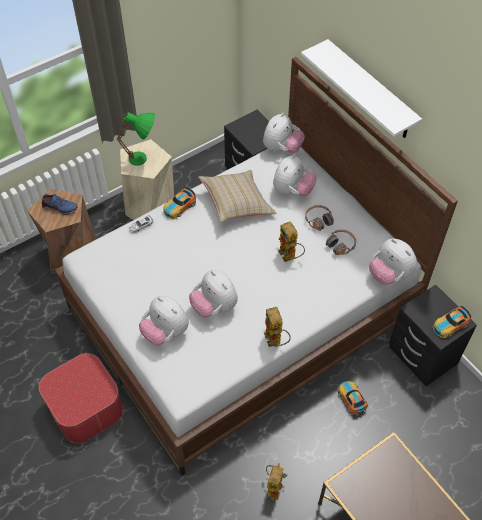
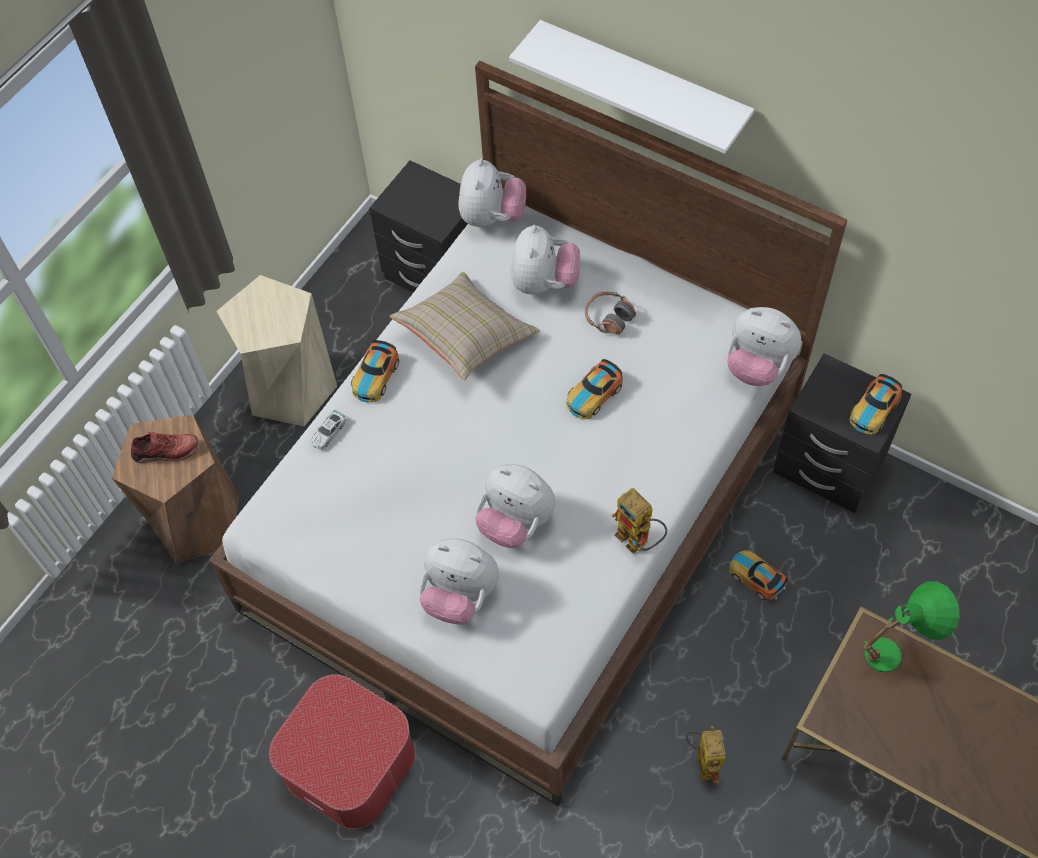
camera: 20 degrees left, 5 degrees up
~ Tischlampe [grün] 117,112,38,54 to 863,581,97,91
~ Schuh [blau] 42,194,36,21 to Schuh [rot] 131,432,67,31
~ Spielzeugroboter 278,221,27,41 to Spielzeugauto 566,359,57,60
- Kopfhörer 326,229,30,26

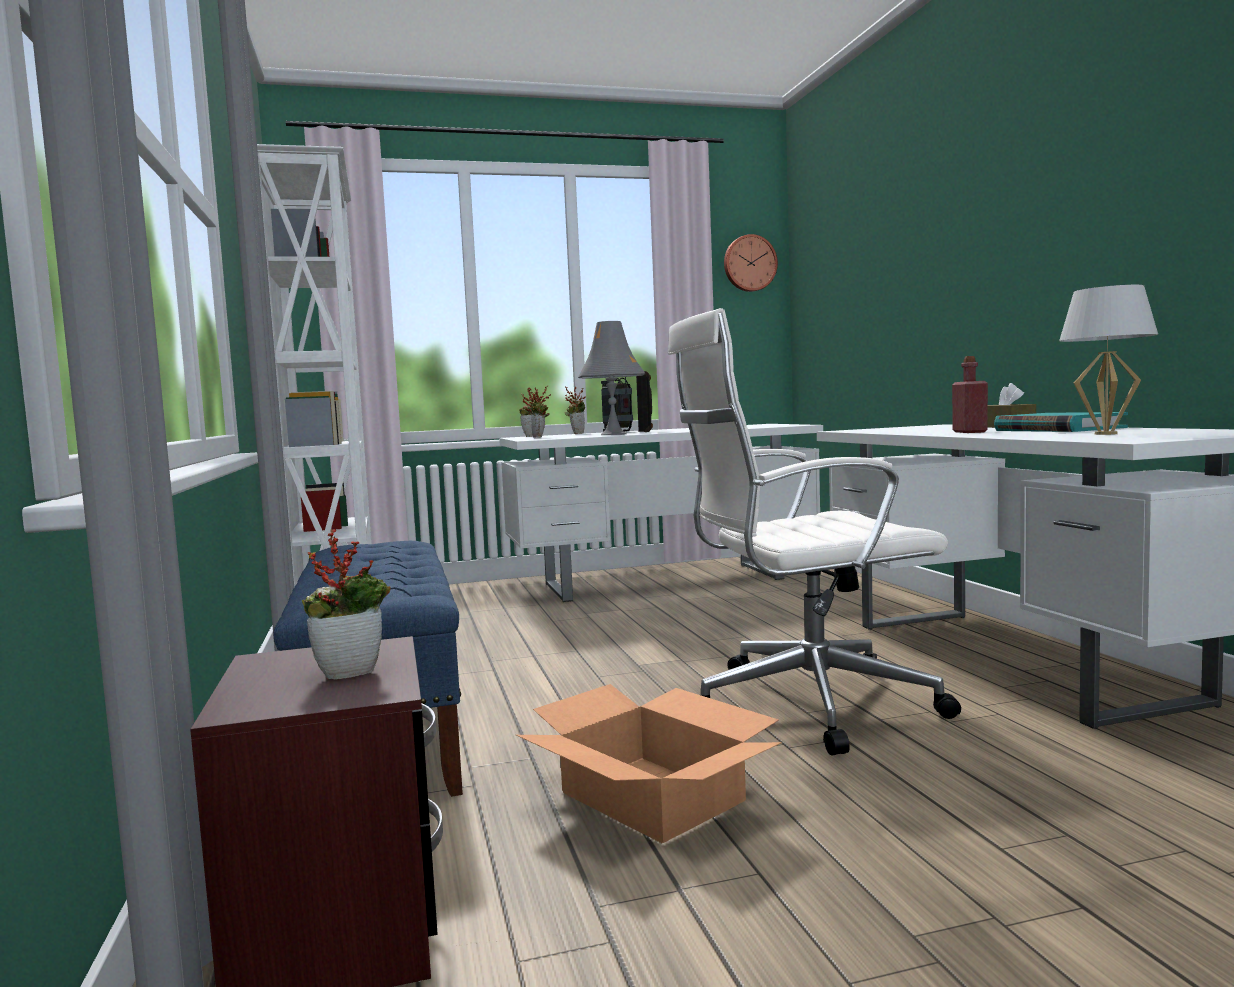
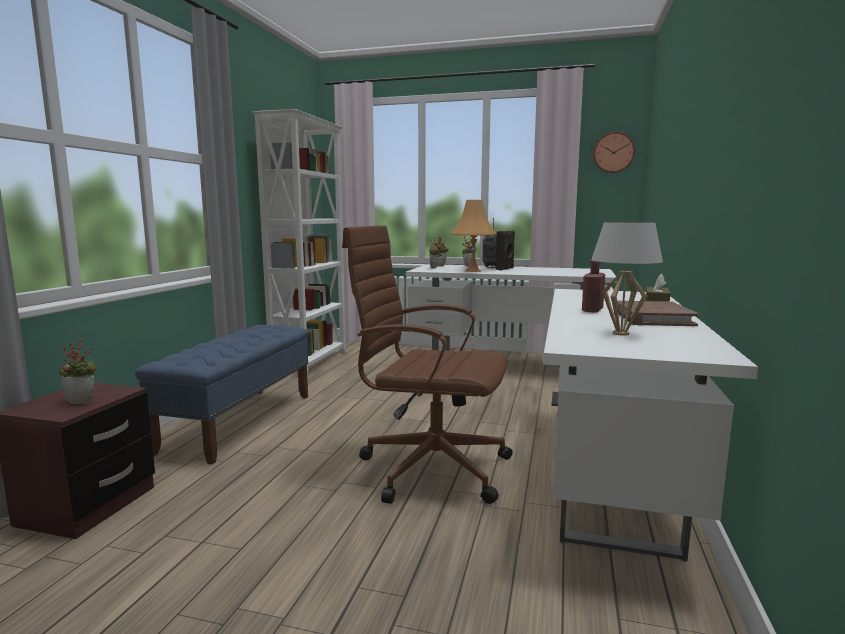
camera: 30 degrees right, 5 degrees up
~ Bürostuhl [weiß] 668,308,293,448 to Bürostuhl [braun] 342,225,171,279
~ Tischlampe [grau] 578,321,67,114 to Tischlampe [orange] 451,200,45,72
~ Buch [türkis] 994,412,134,20 to Buch [braun] 617,301,82,25
- Karton 516,684,266,160

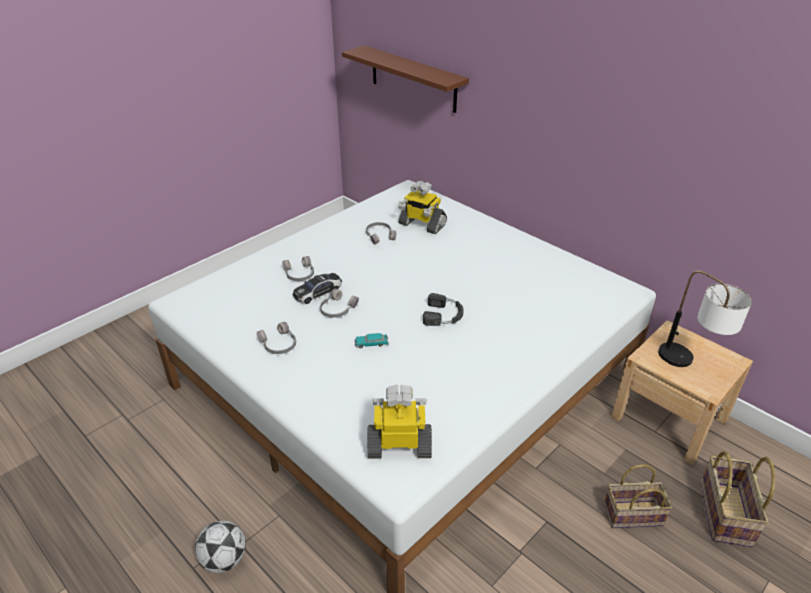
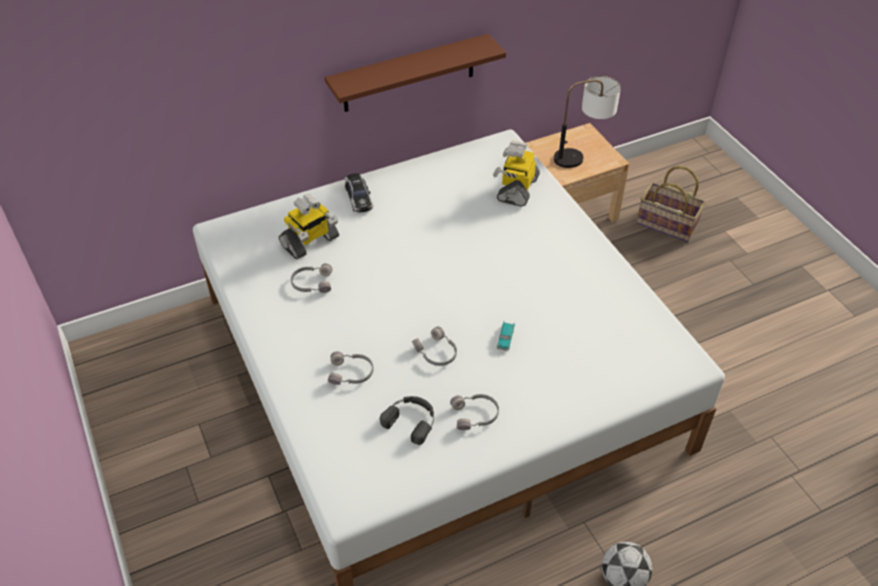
camera: 70 degrees left, 10 degrees up
~ Wandregal [braun] 342,46,127,67 to 325,34,181,78
~ Spielzeugauto 293,273,49,31 to 345,173,28,40
~ Kopfhörer [schwarz] 423,293,41,33 to 380,396,54,49
~ Spielzeugroboter 368,384,64,75 to 493,140,47,67
- Korb 604,464,68,64

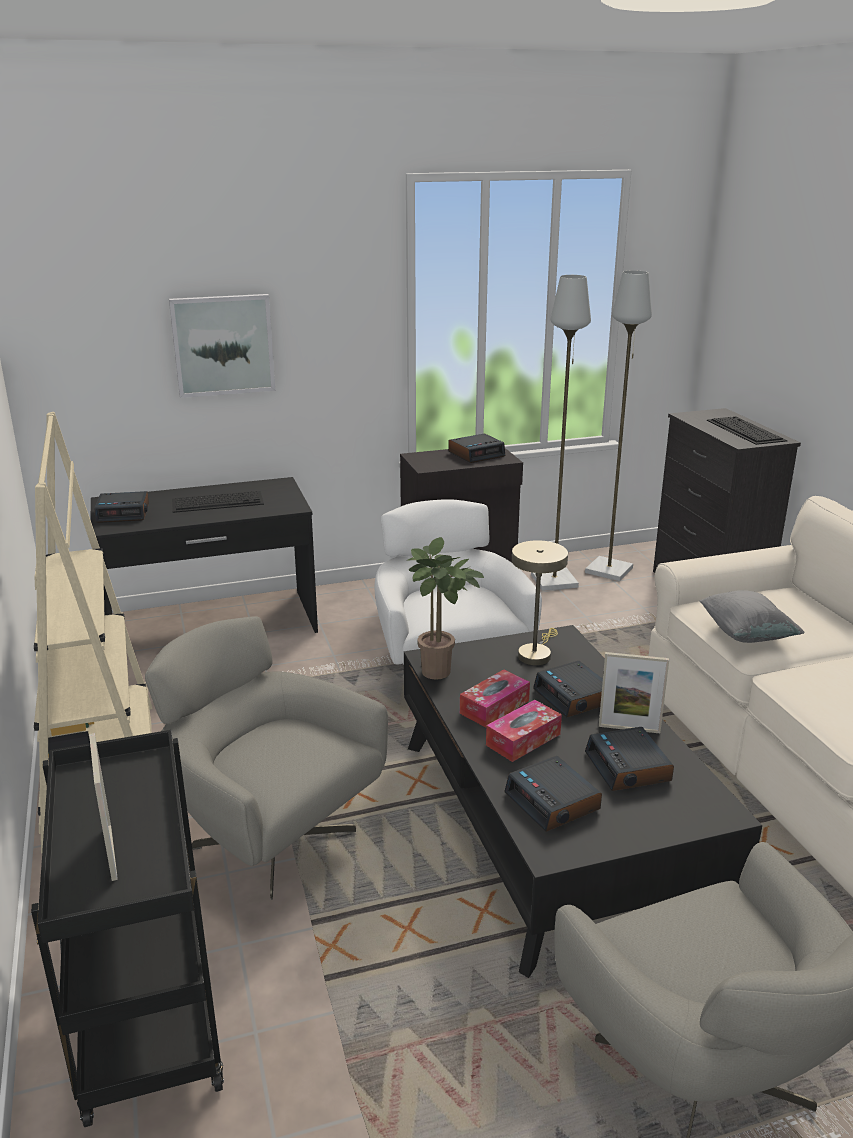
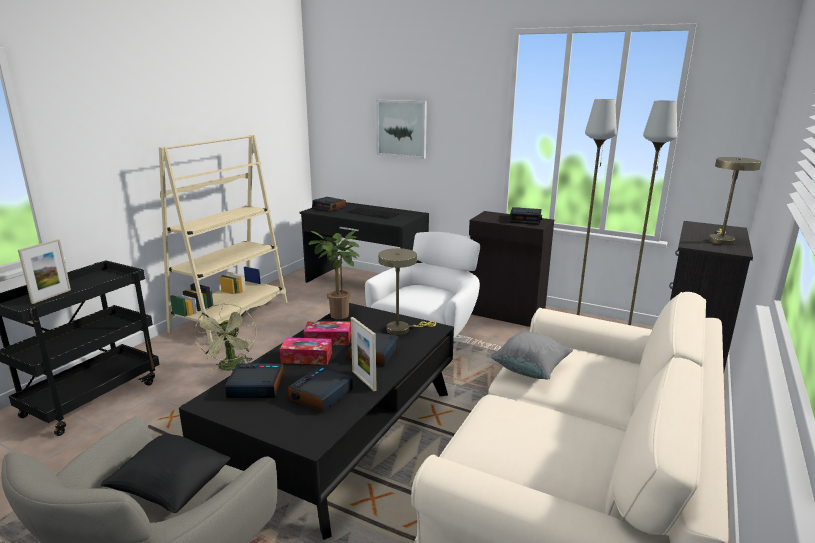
camera: 45 degrees right, 5 degrees down
~ Tastatur 707,416,80,29 to Tischlampe [beige] 709,157,52,88
~ Sessel [grau] 145,616,243,284 to Ventilator [grün] 194,303,63,68
~ Wecker 504,756,98,76 = 225,364,59,34 75 degrees clockwise
+ Kissen [schwarz] 101,434,129,79

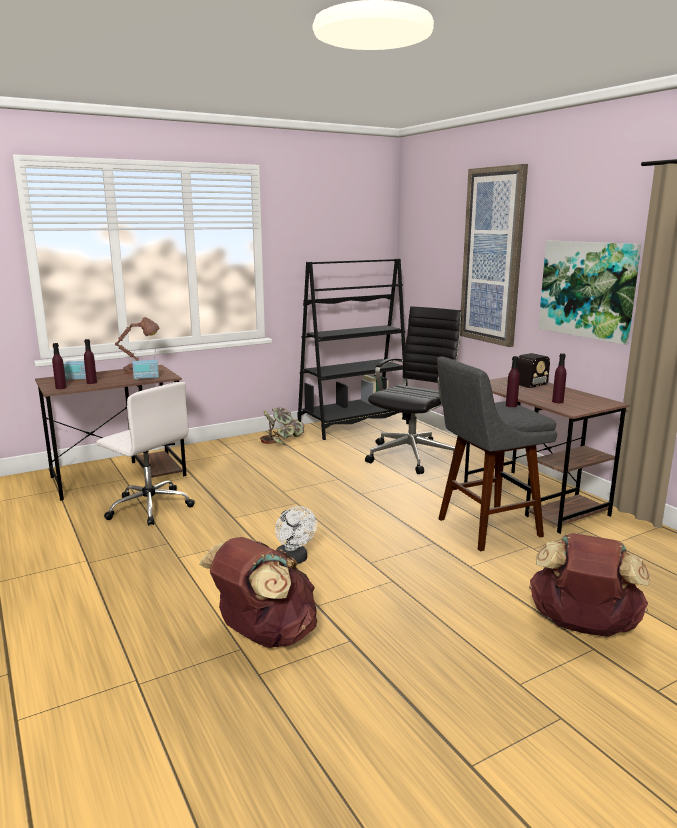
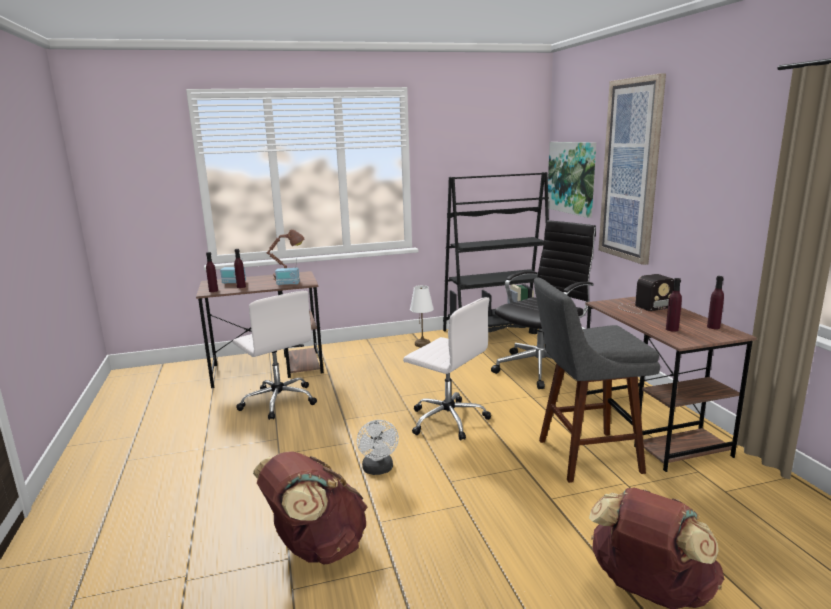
camera: 15 degrees right, 0 degrees up
~ Bild 538,241,103,104 to 548,142,48,76
~ Flasche [lila] 506,356,14,51 to 707,276,17,53
~ Topfpflanze 260,407,44,39 to Tischlampe [weiß] 410,285,24,62
+ Bürostuhl [weiß] 403,297,88,144

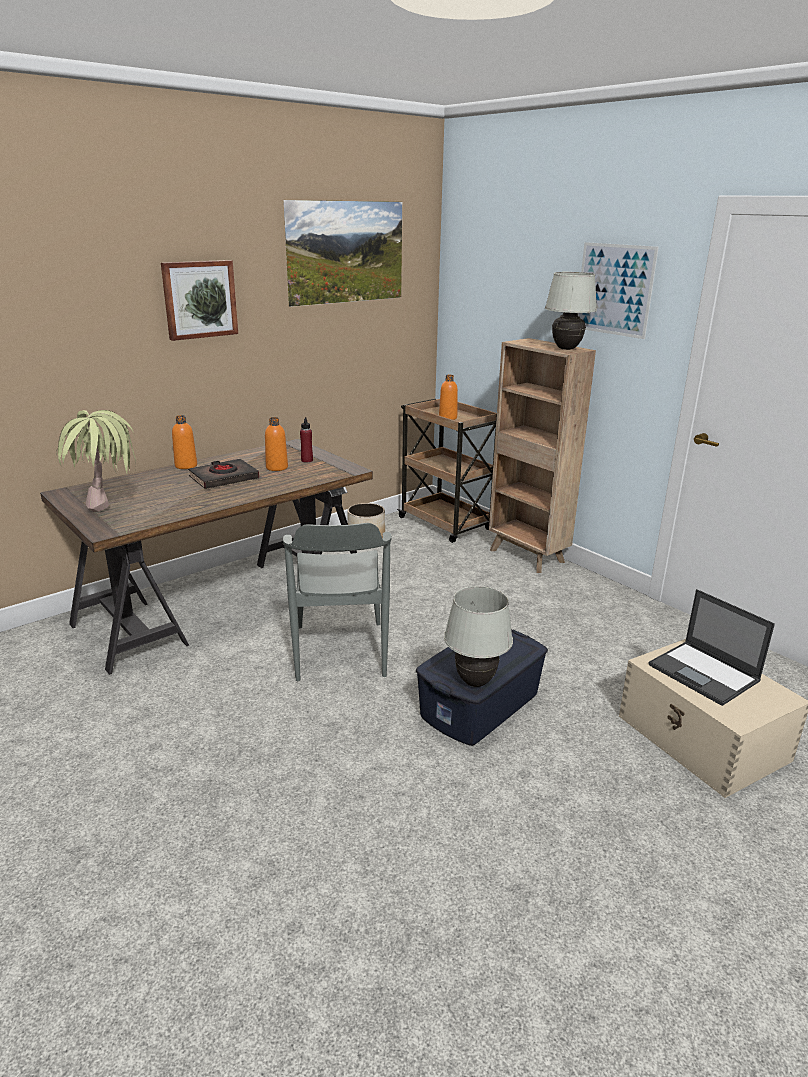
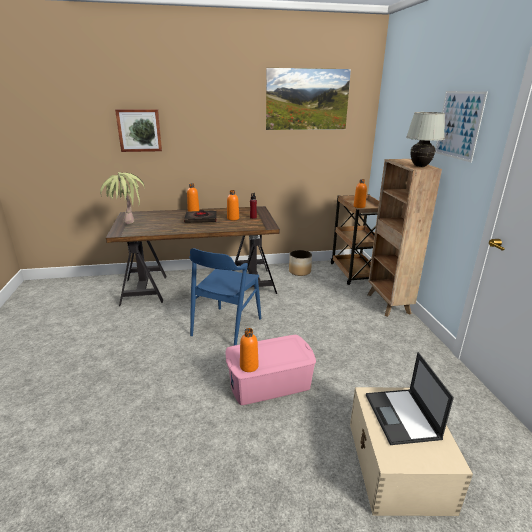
camera: 30 degrees right, 0 degrees up
~ Bild 161,260,77,81 to 115,109,47,43
~ Stuhl [grau] 283,523,109,158 to Stuhl [blau] 189,248,72,98
~ Tischlampe [weiß] 444,586,69,101 to Flasche [orange] 240,328,19,44
~ Aufbewahrungsbox [blau] 416,629,132,117 to Aufbewahrungsbox [rosa] 226,335,90,70

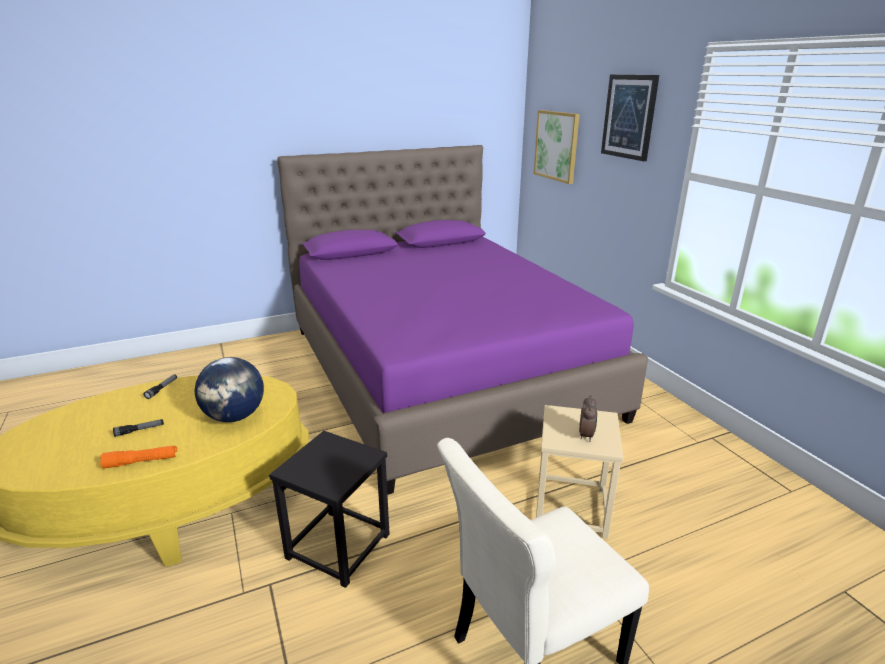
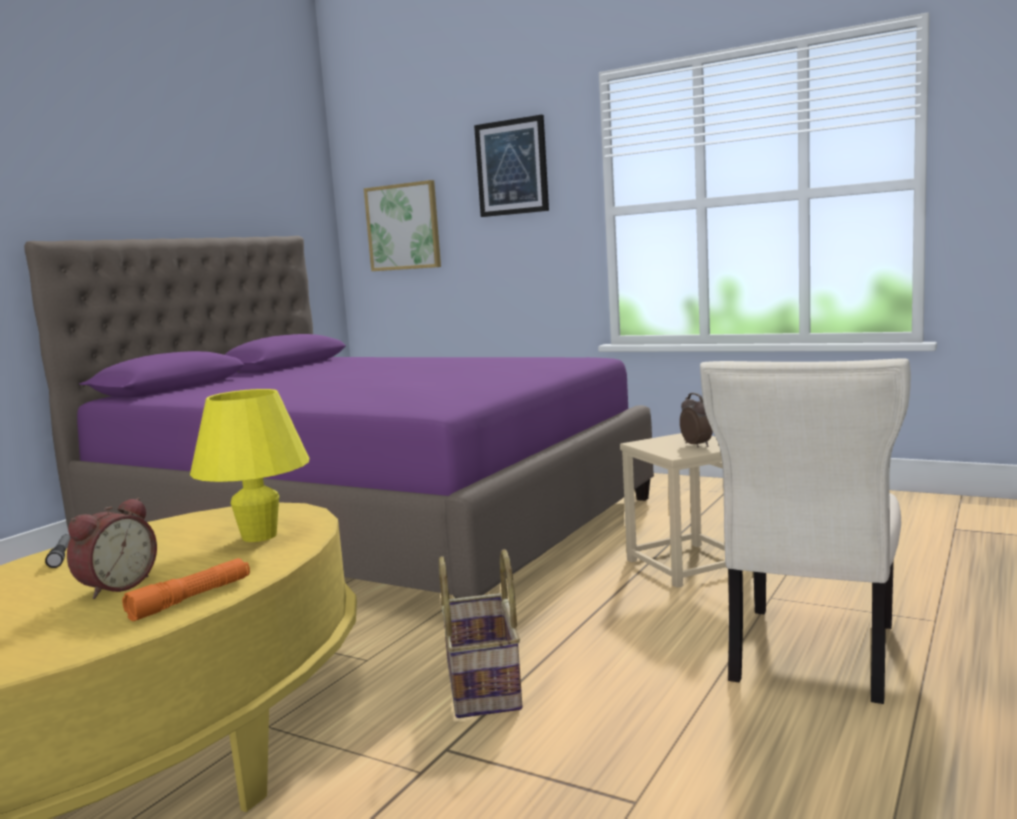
camera: 35 degrees left, 15 degrees down
~ Globus 195,357,69,65 to Tischlampe [gelb] 190,389,119,153
~ Taschenlampe 113,419,51,18 to Wecker 67,498,90,101
~ Hocker [schwarz] 269,431,121,157 to Korb 439,549,84,169

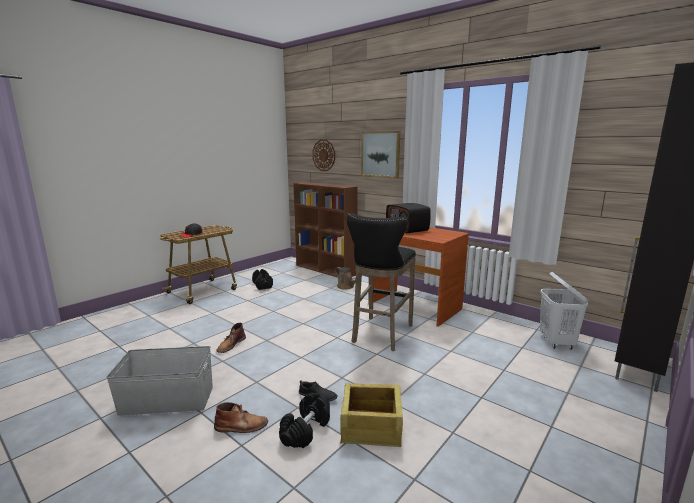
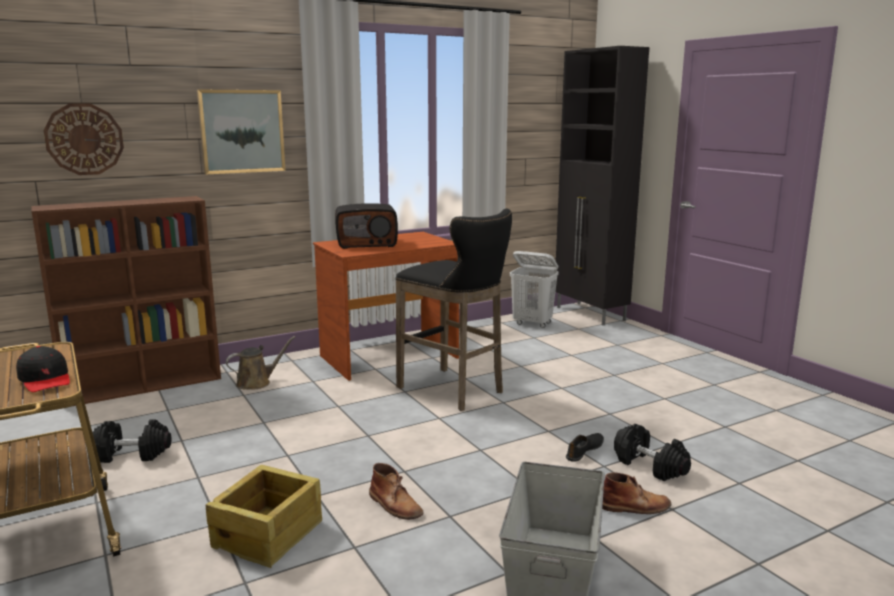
camera: 70 degrees left, 0 degrees up
~ Kiste 340,383,63,64 to 206,465,116,103
~ Stiefel [braun] 214,402,54,31 = 602,472,70,42 75 degrees clockwise

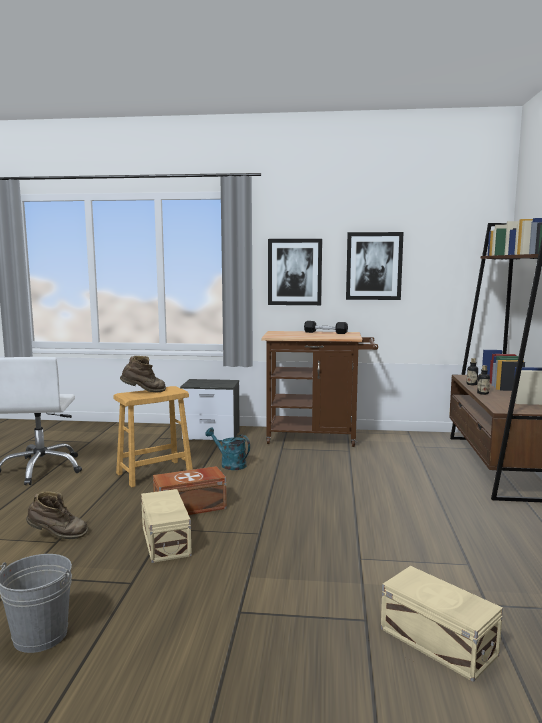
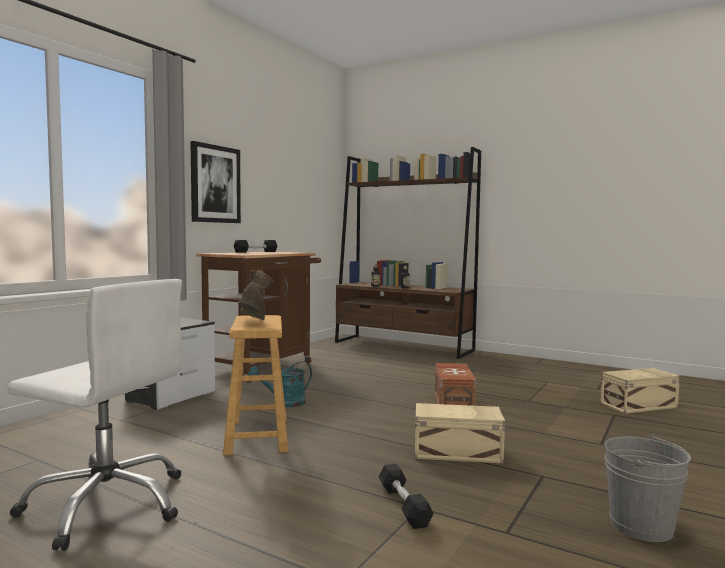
camera: 65 degrees left, 5 degrees down
- Bild 346,232,58,68
~ Aufbewahrungsbox [braun] 153,466,74,49 to 435,363,41,43
~ Stiefel [braun] 26,491,62,48 to Hantel [schwarz] 379,464,55,65

